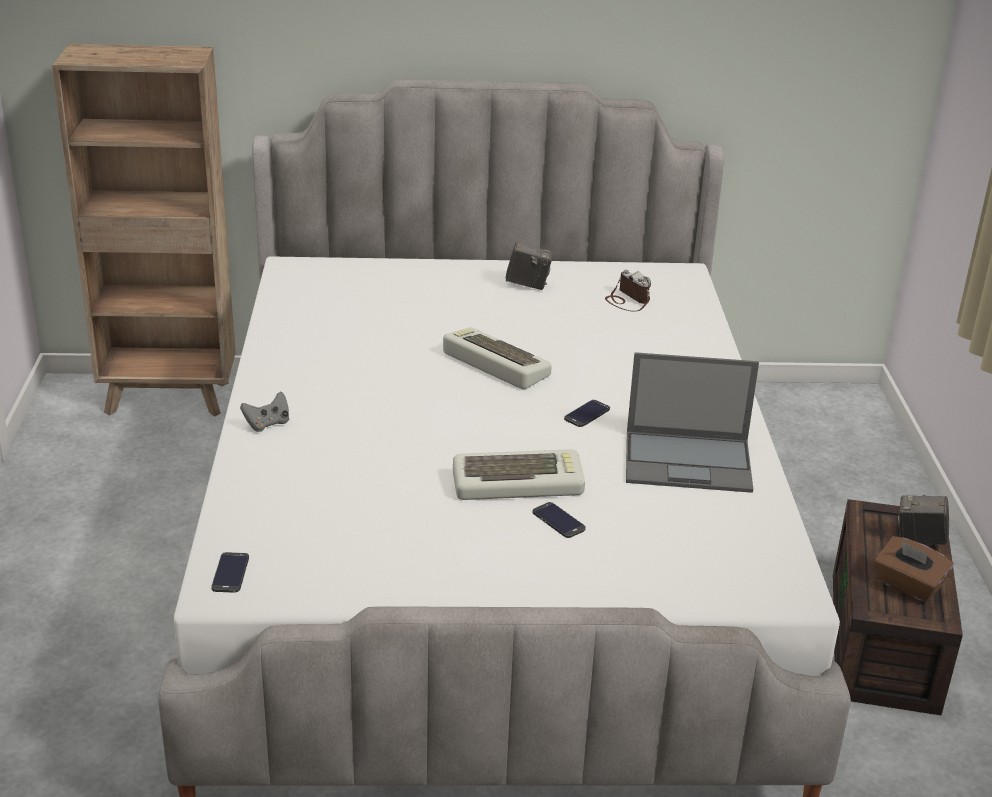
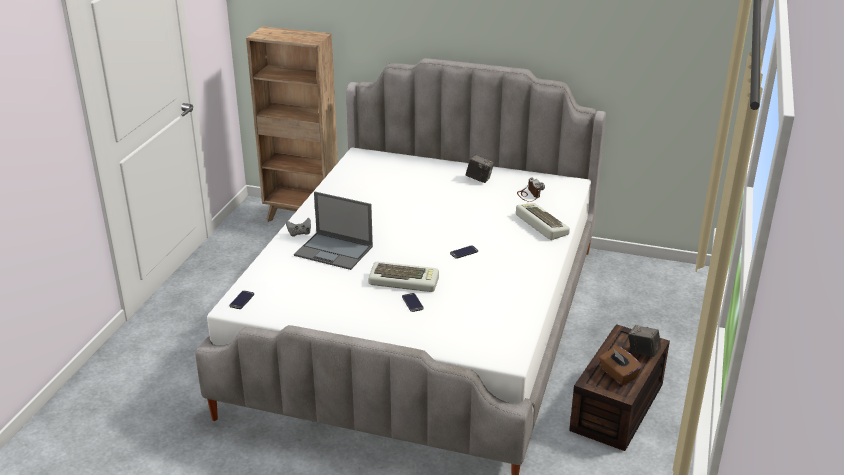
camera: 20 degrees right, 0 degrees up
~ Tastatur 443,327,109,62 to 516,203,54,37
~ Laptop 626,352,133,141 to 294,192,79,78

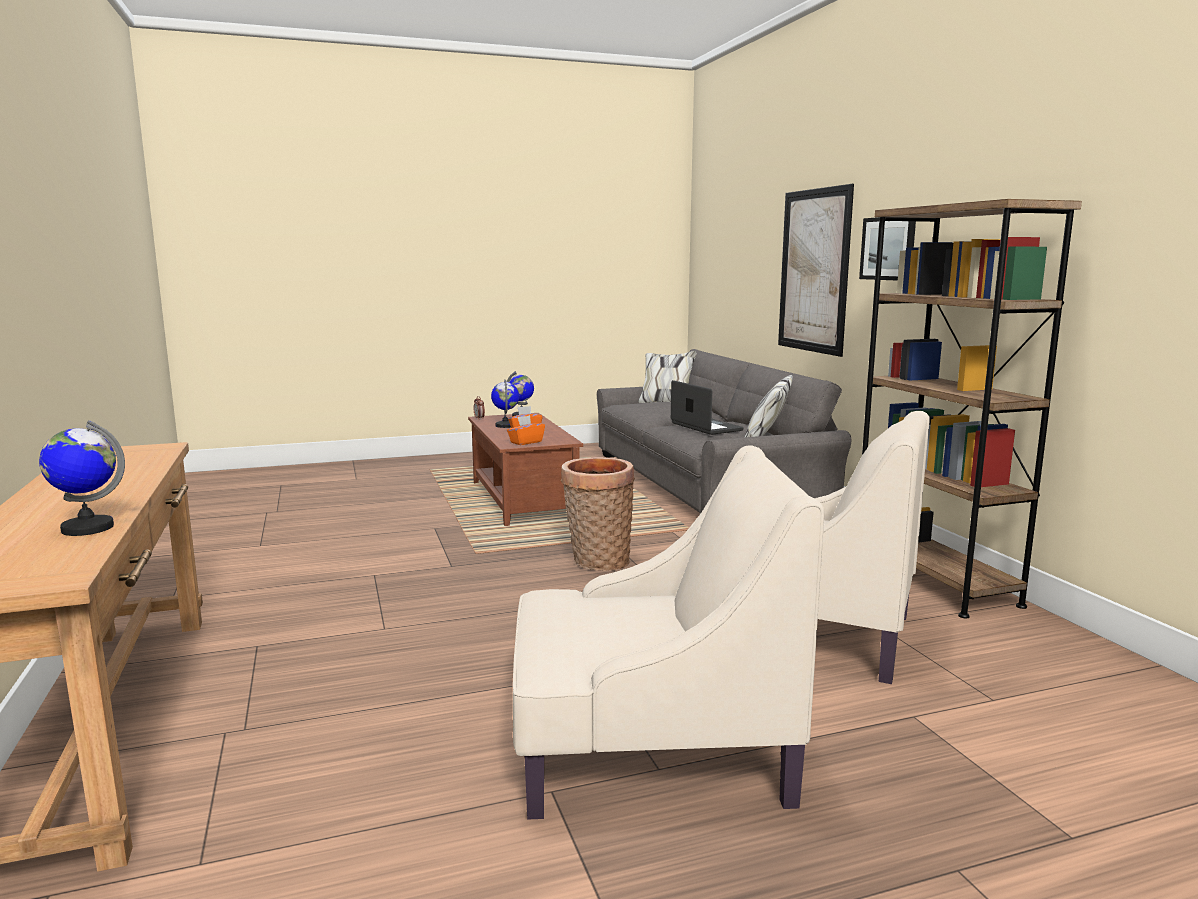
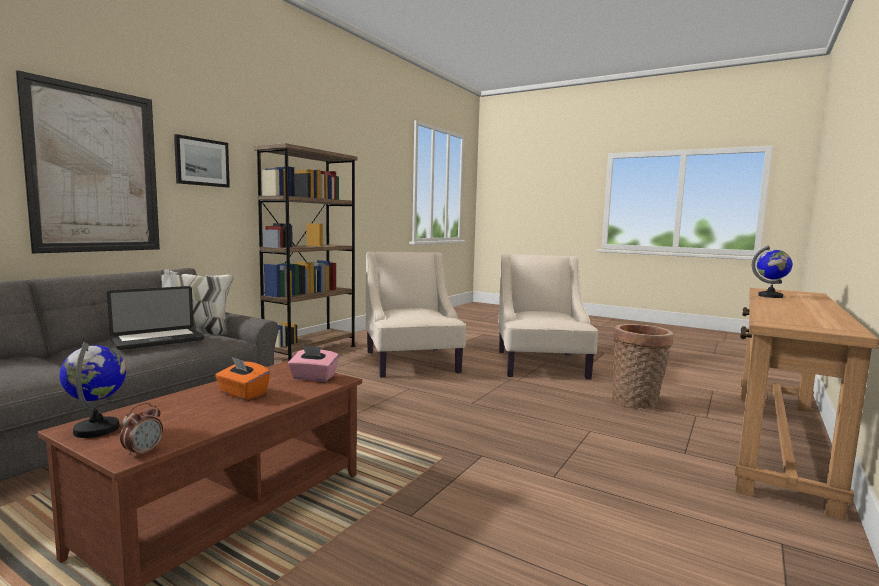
camera: 130 degrees left, 5 degrees down
- Globus 491,379,28,49
~ Laptop 671,380,72,55 = 107,286,97,64 150 degrees counterclockwise
~ Taschentuchbox [orange] 507,415,38,30 to Taschentuchbox [rosa] 288,345,51,37
~ Sessel [beige] 513,445,311,375 = 498,254,100,126 45 degrees clockwise
~ Korb 560,457,75,114 to 612,324,61,85

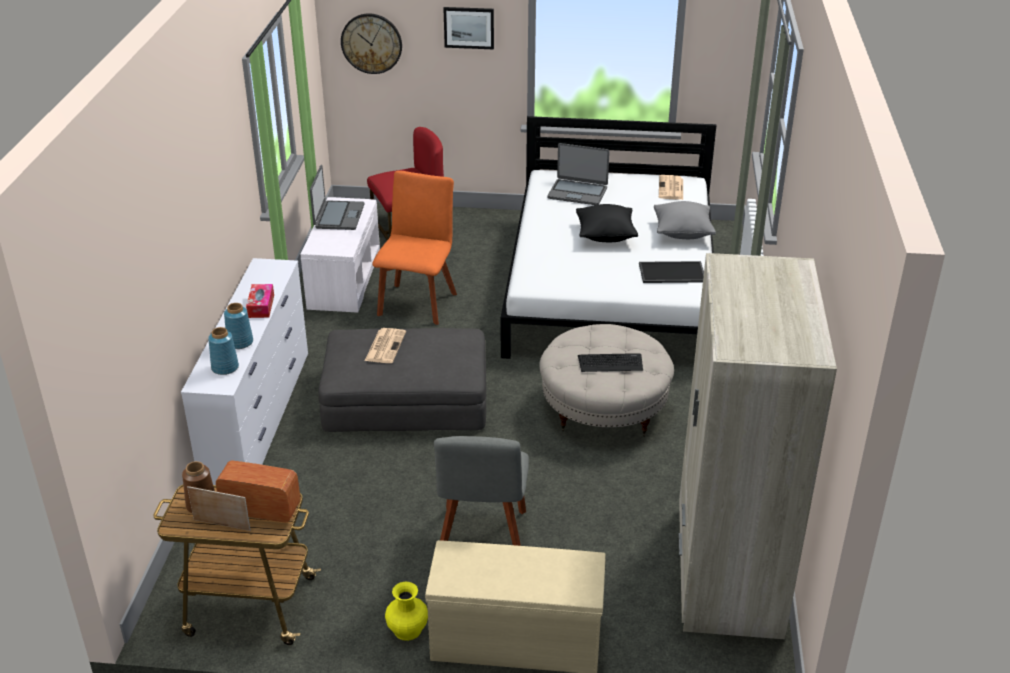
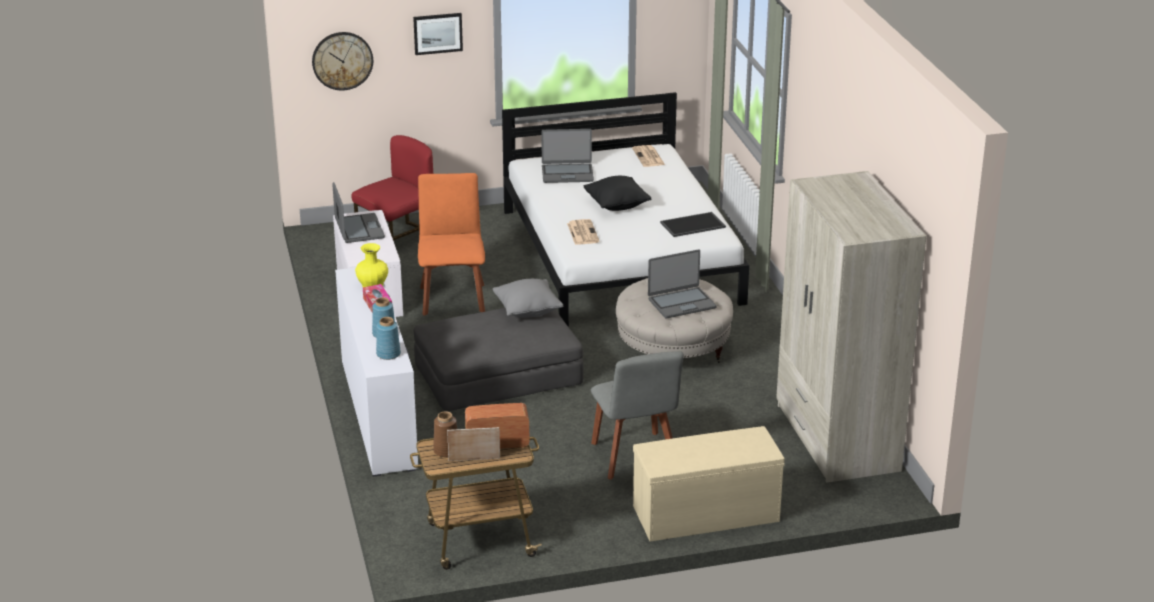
camera: 20 degrees left, 5 degrees down
~ Kissen [grau] 654,201,62,38 to 493,279,70,39
~ Zeitung 365,328,41,35 to 567,219,33,26
~ Tastatur 578,353,65,19 to Laptop 648,249,69,70
~ Vase [gelb] 385,582,43,59 to 355,243,33,44

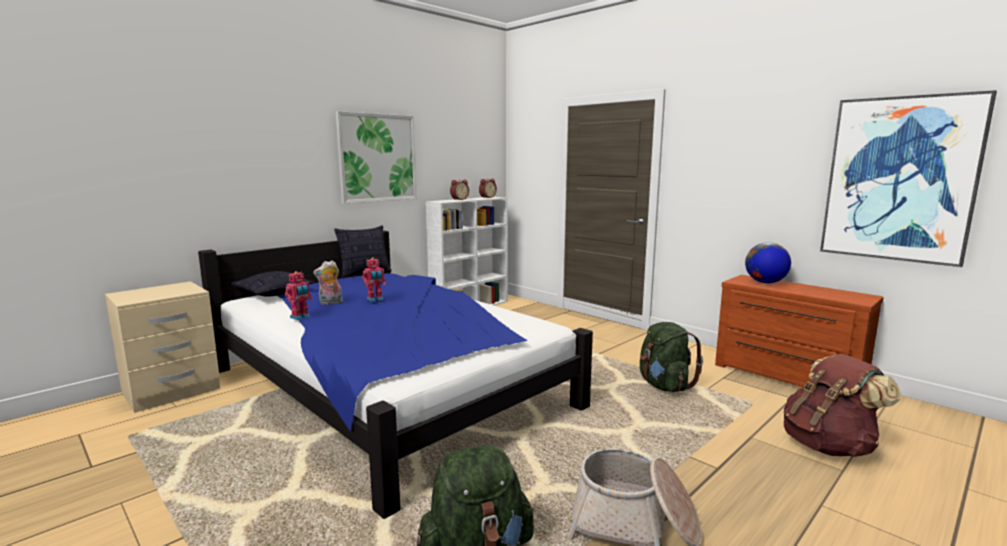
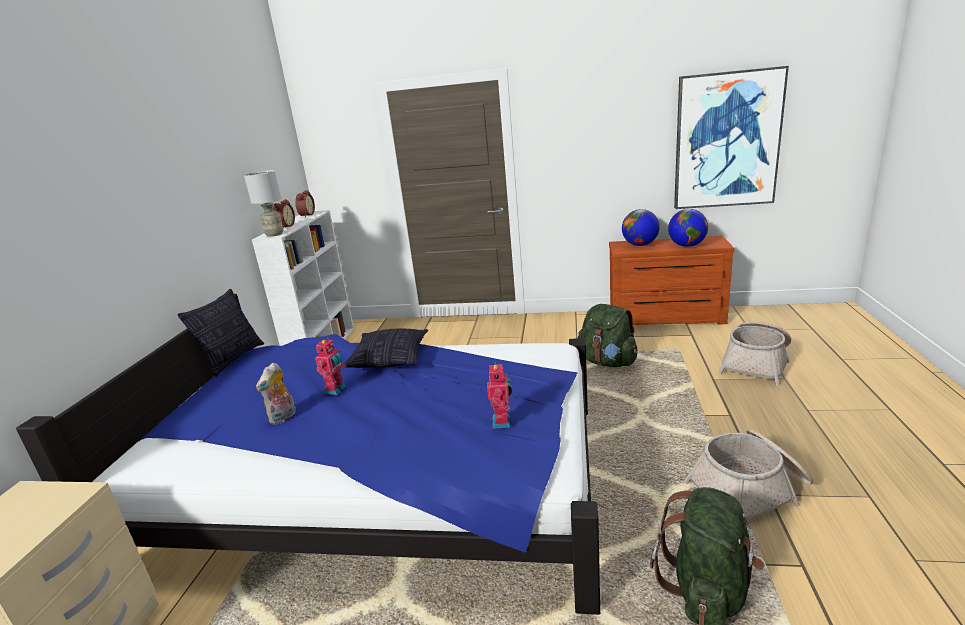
camera: 35 degrees left, 10 degrees up
- Bild 336,111,81,93
~ Kissen 231,271,83,26 to 342,329,86,39
~ Spielzeugroboter 285,271,27,49 to 487,362,25,67
~ Rucksack [braun] 784,354,117,103 to Korb 719,322,72,64
+ Tischlampe [grau] 244,170,40,67
+ Globus 668,209,40,38

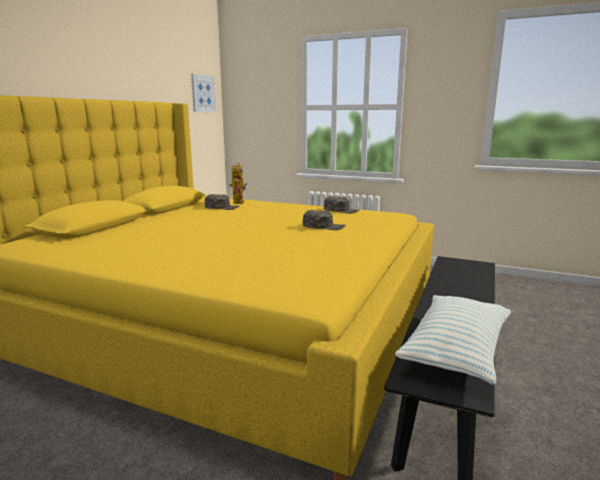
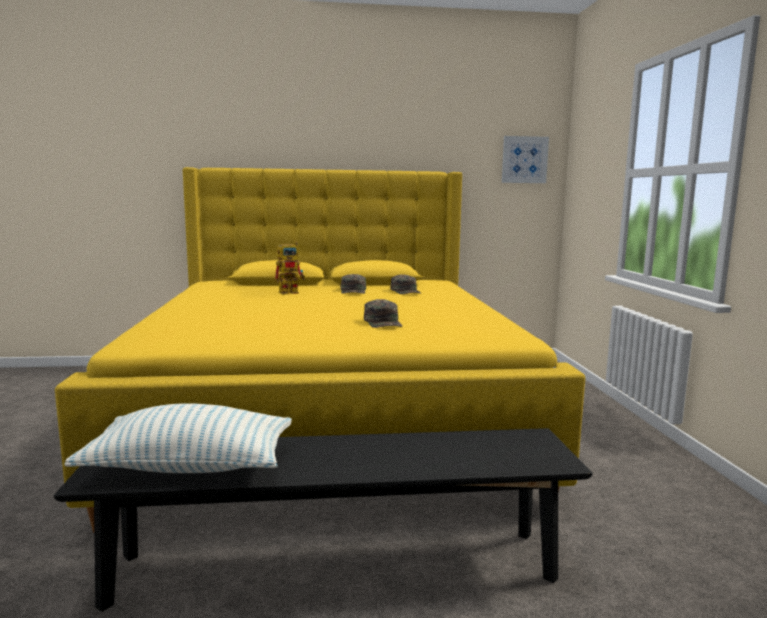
camera: 60 degrees right, 5 degrees down
~ Spielzeugroboter 229,163,18,41 to 274,242,31,53
~ Kappe [grün] 324,196,36,18 to 341,274,25,20

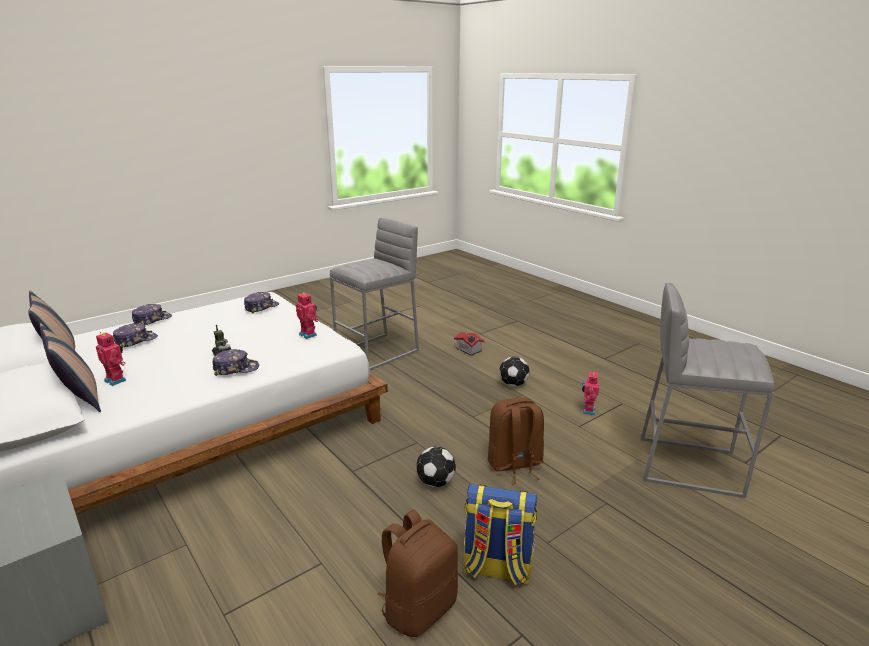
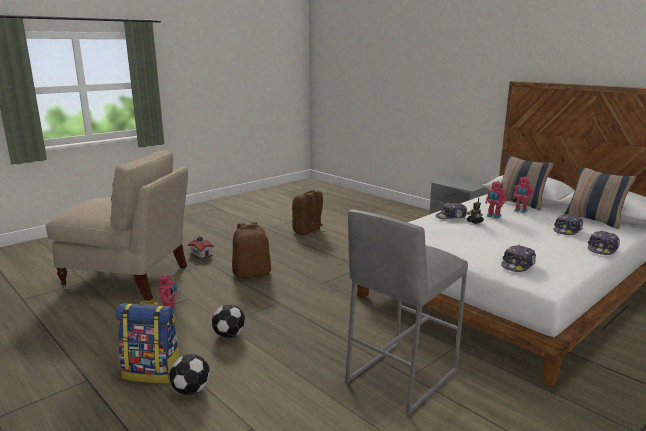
camera: 175 degrees right, 5 degrees down
~ Hocker [grau] 640,283,134,215 to Stuhl [beige] 45,149,143,152
~ Spielzeugroboter 296,292,22,47 to 485,181,21,38
~ Spielzeughaus 454,332,30,24 to 188,237,26,22
~ Fußball 416,447,40,40 to 169,354,41,41
~ Rucksack 462,484,76,102 to 116,301,63,83

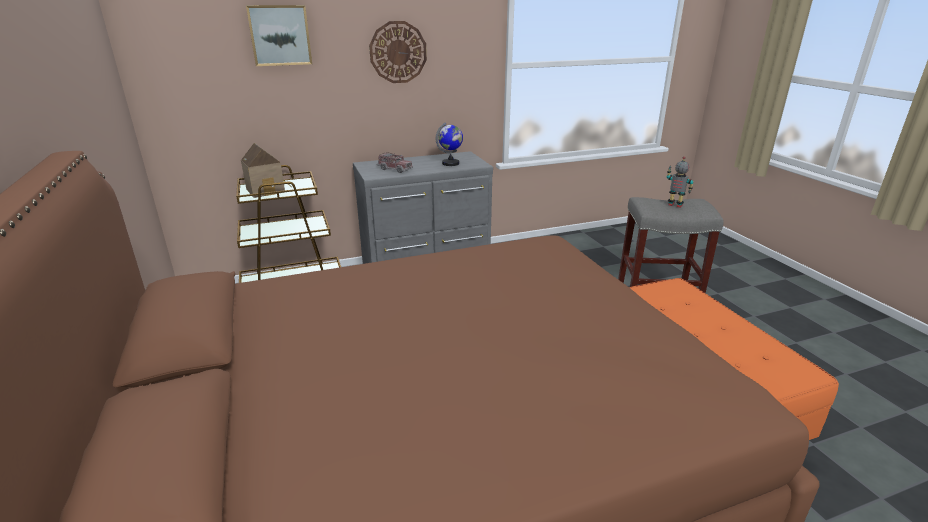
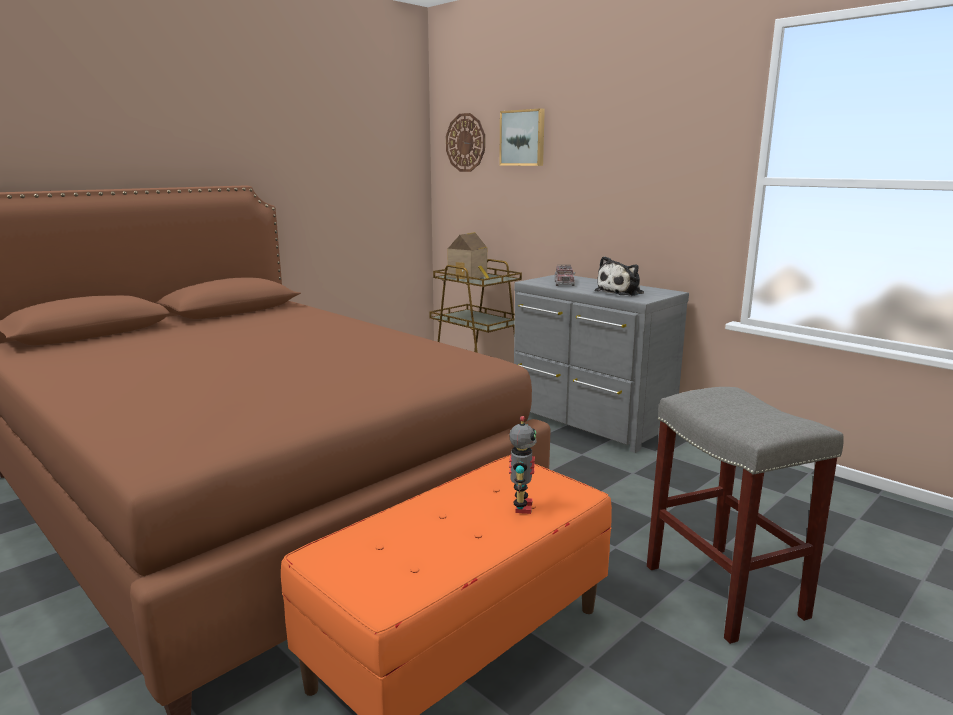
camera: 65 degrees right, 10 degrees down
~ Wanduhr 369,21,58,62 to 446,113,39,59
~ Globus 436,122,27,44 to Plüschtier 595,256,49,40
~ Spielzeugroboter 667,157,27,51 to 509,416,28,98

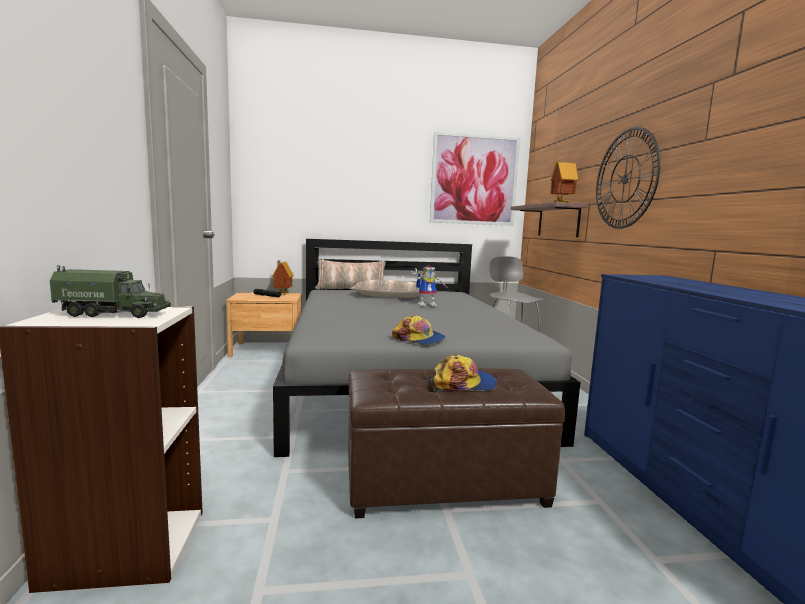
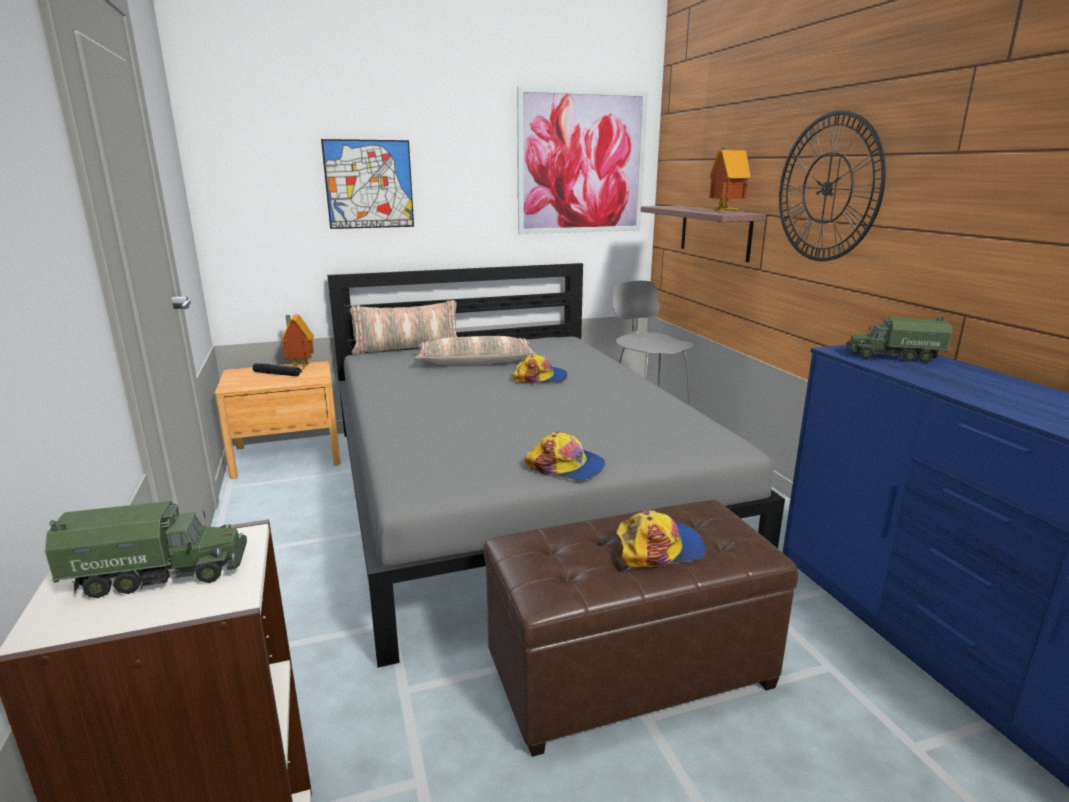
camera: 10 degrees left, 10 degrees up
~ Spielzeugroboter 411,265,36,41 to Kappe 513,354,54,30
+ Bild 321,139,93,90
+ Spielzeuglaster 846,315,106,48

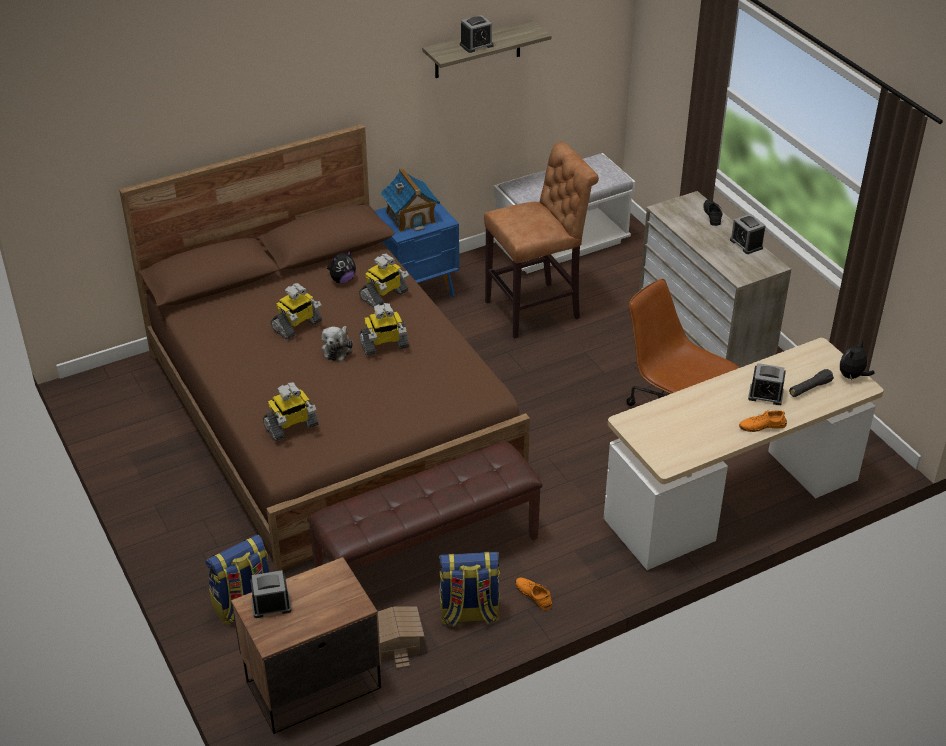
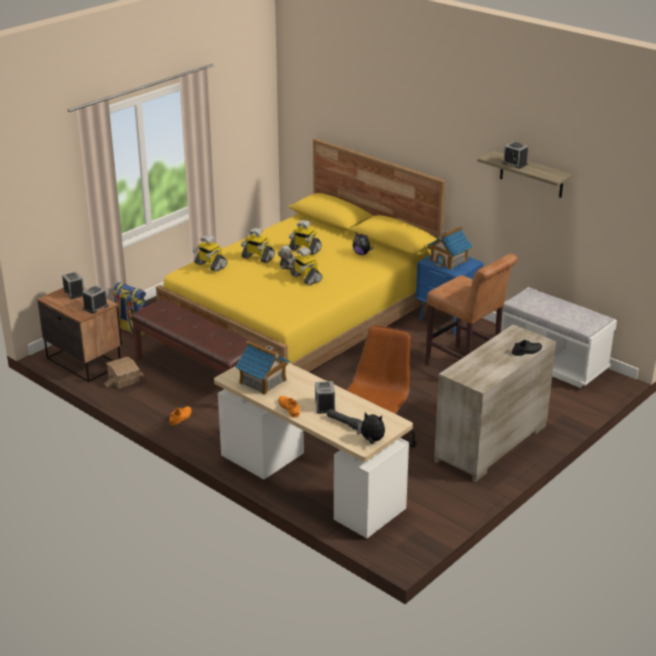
camera: 70 degrees right, 10 degrees down
~ Bett [braun] 119,124,411,448 to Bett [gelb] 156,138,290,234
~ Wecker 730,214,36,40 to 82,285,27,29
~ Spielzeugroboter 359,253,50,55 to 241,228,34,35
- Rucksack 439,551,61,75
+ Spielzeughaus 235,341,55,54

